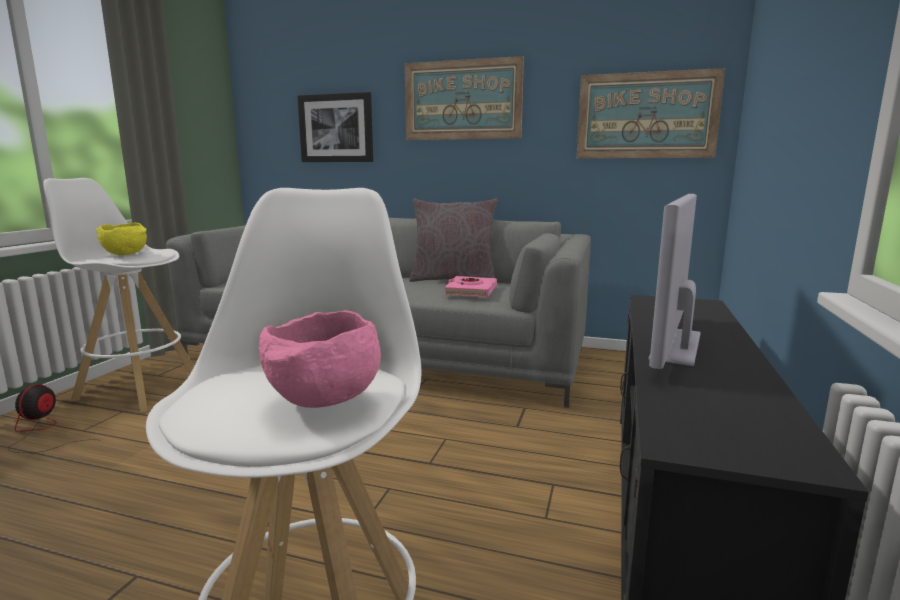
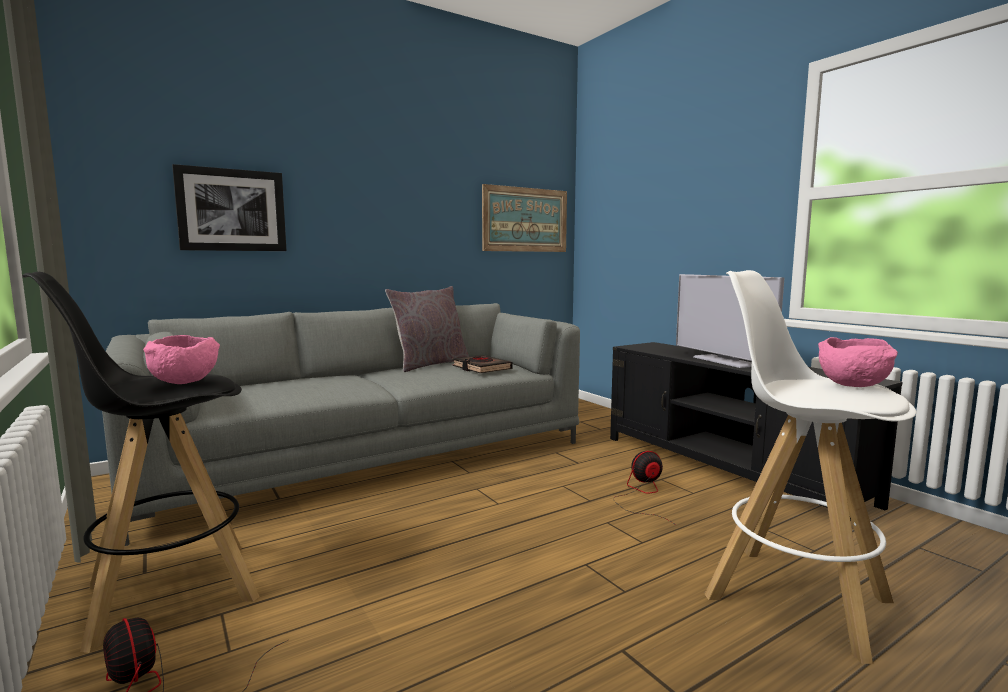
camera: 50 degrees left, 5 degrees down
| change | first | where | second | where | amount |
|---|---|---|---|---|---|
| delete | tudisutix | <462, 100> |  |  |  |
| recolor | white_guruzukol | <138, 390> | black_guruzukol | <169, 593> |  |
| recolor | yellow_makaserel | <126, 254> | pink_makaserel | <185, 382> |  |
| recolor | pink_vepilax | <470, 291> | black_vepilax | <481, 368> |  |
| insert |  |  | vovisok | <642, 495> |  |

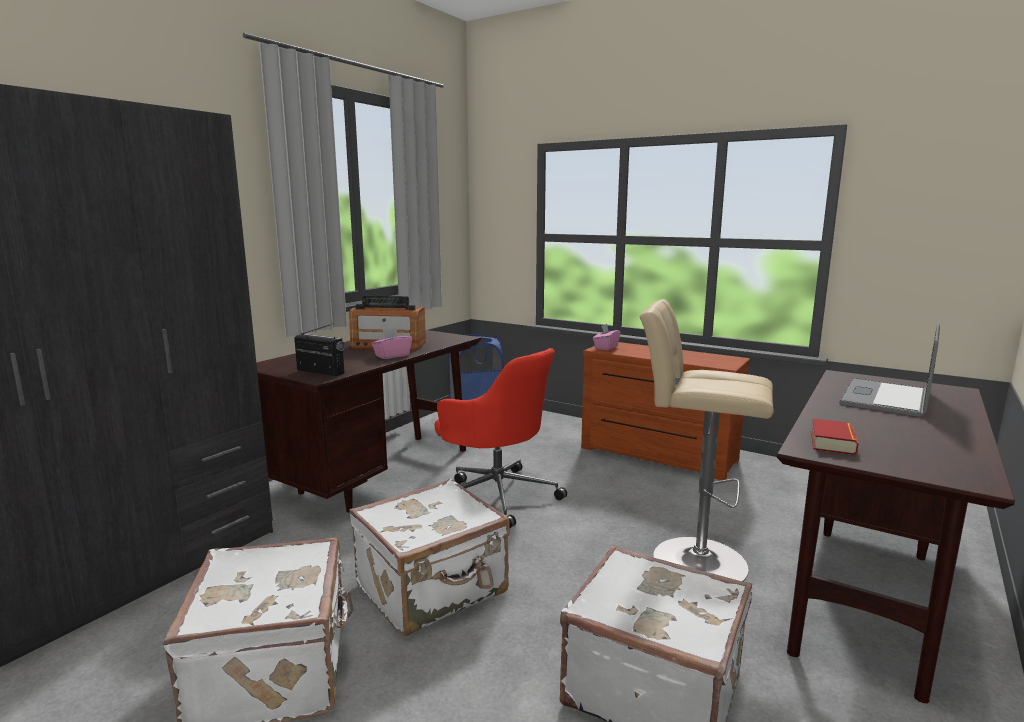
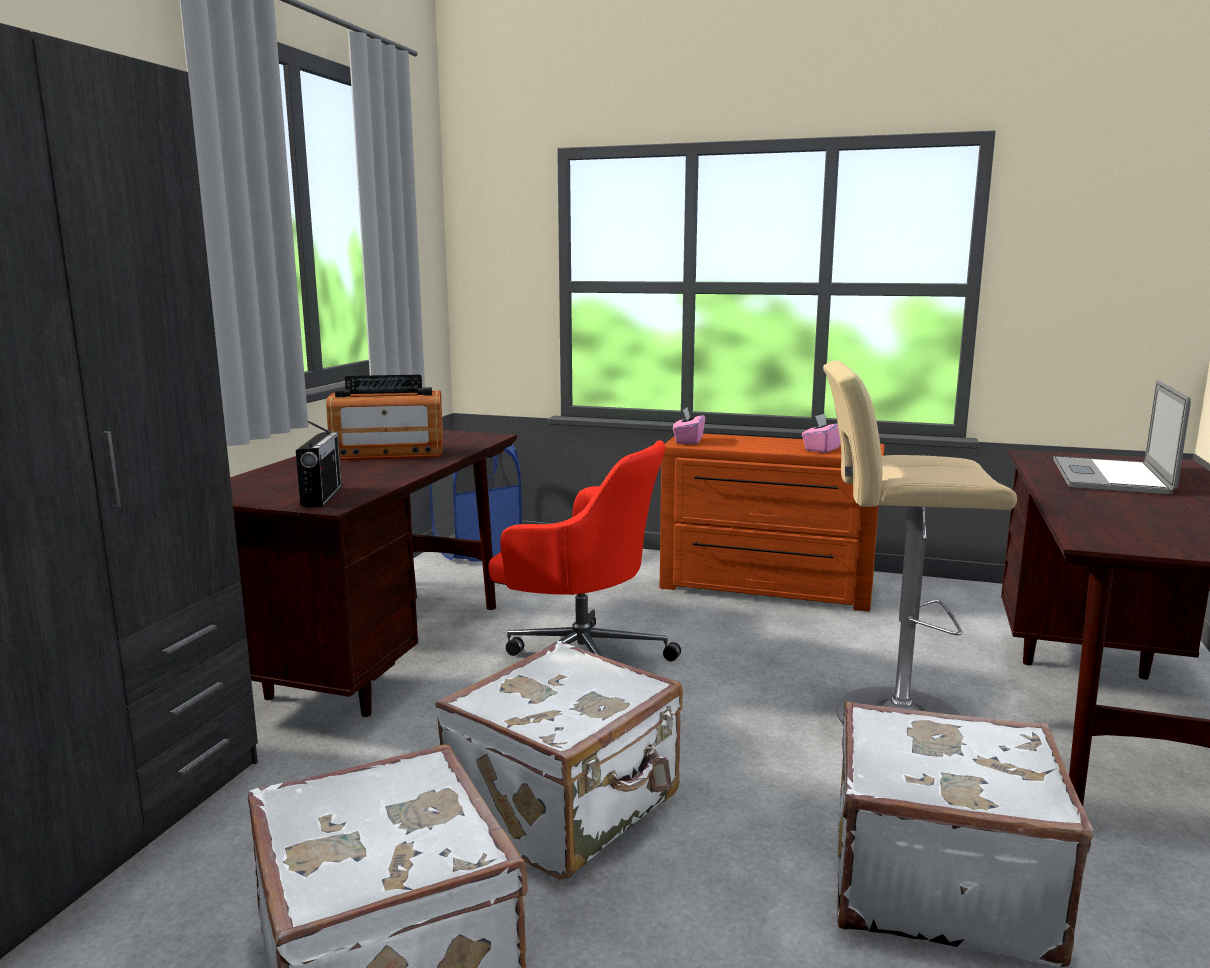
camera: 15 degrees left, 0 degrees up
| change | first | where | second | where | amount |
|---|---|---|---|---|---|
| rotate | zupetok | <320, 372> |  | <322, 496> | 75 degrees clockwise |
| move | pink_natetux | <392, 356> |  | <822, 449> |  |
| delete | vepilax | <832, 442> |  |  |  |

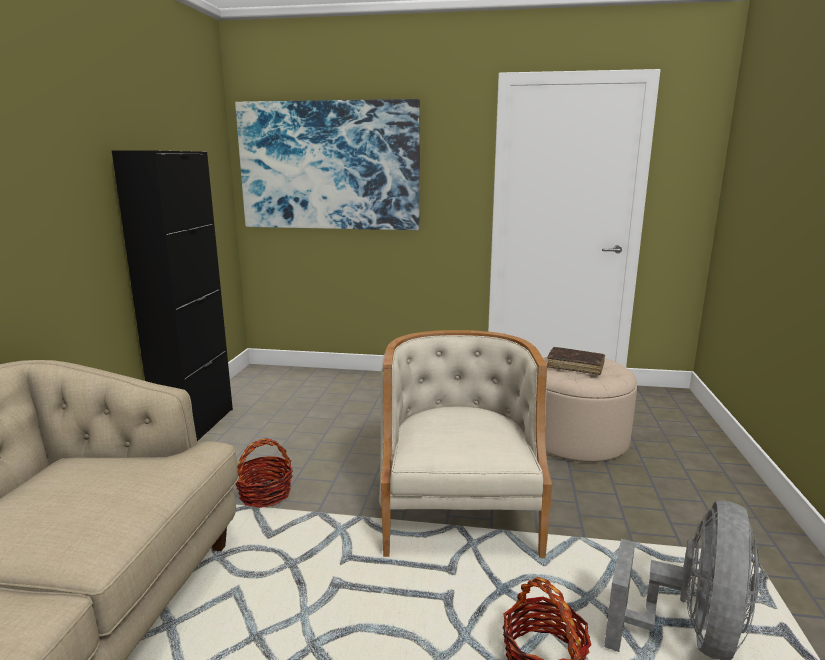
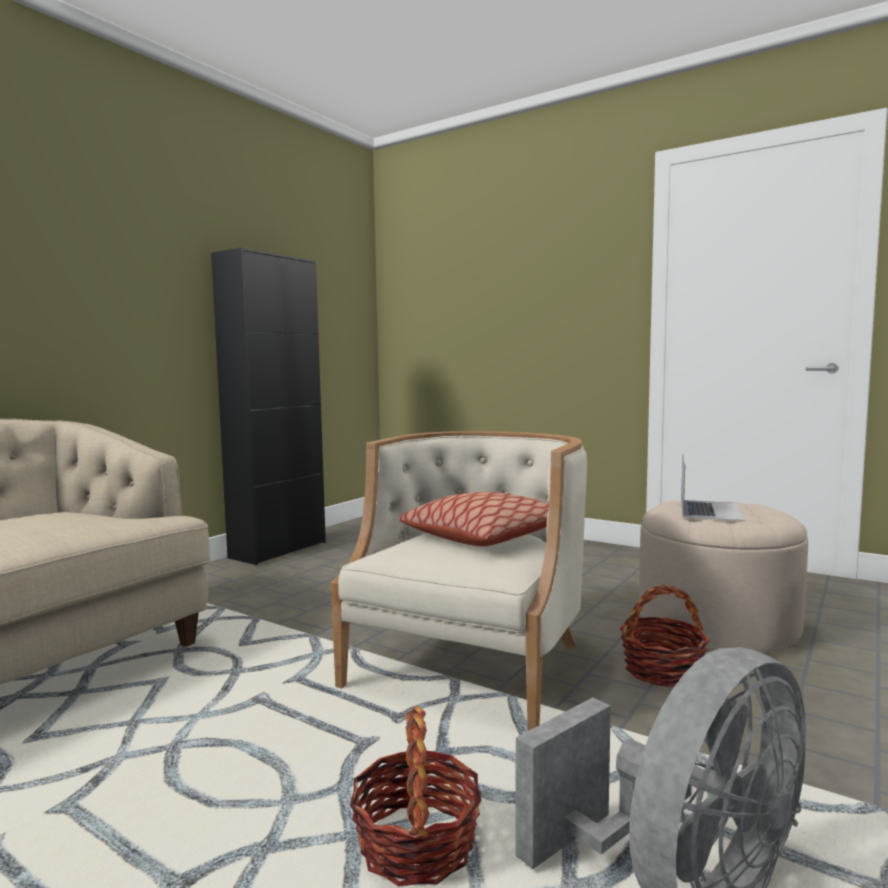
camera: 25 degrees right, 10 degrees down
| change | first | where | second | where | amount |
|---|---|---|---|---|---|
| delete | tudisutix | <329, 166> |  |  |  |
| replace | brown_vepilax | <575, 366> | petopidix | <710, 510> |  |
| move | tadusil | <265, 494> |  | <662, 671> |  |
| insert |  |  | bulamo | <484, 537> |  |

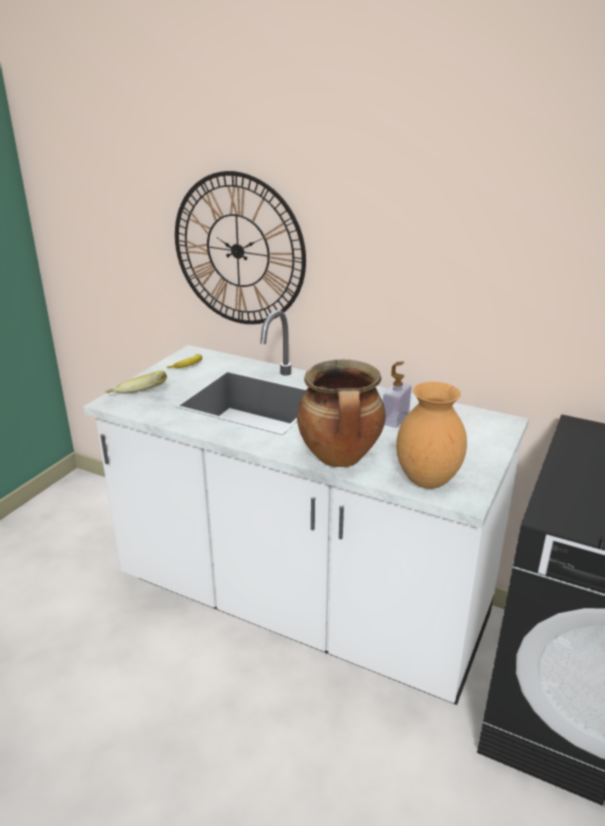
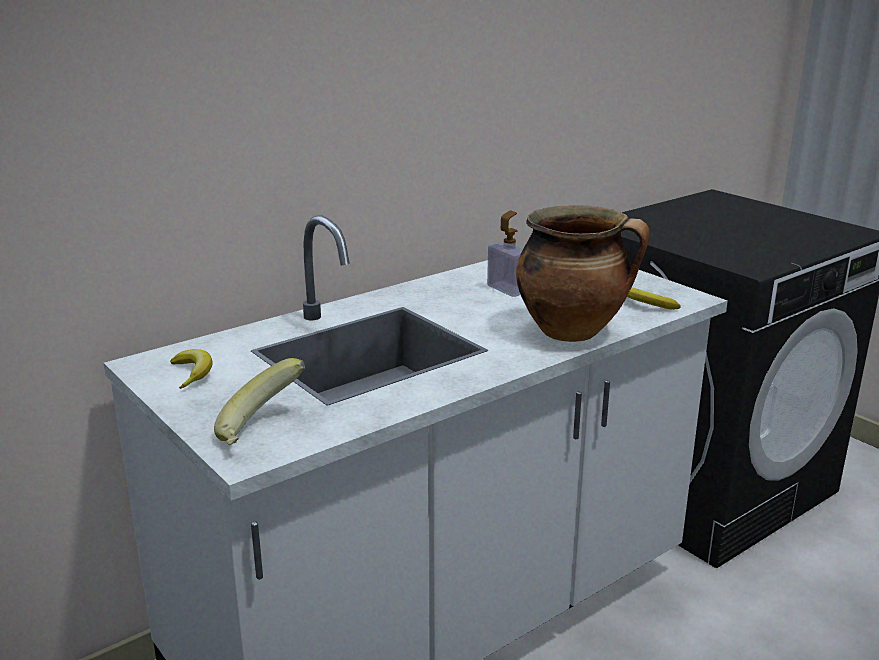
camera: 65 degrees left, 5 degrees down
| change | first | where | second | where | amount |
|---|---|---|---|---|---|
| delete | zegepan | <238, 251> |  |  |  |
| replace | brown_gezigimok | <426, 480> | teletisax | <647, 305> |  |

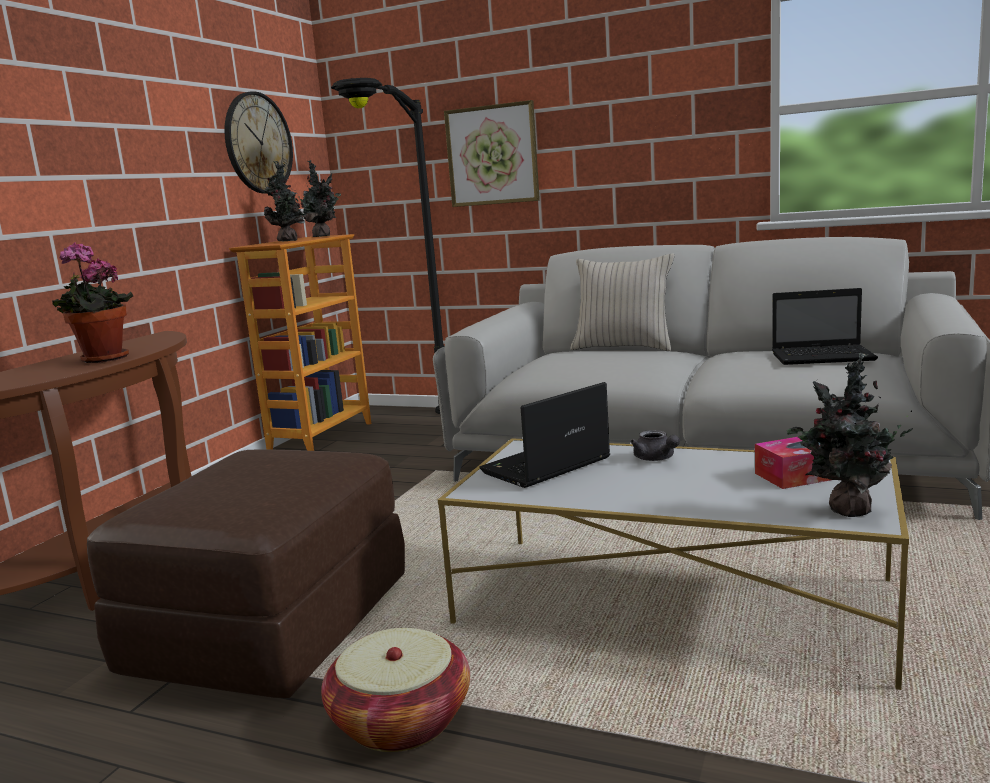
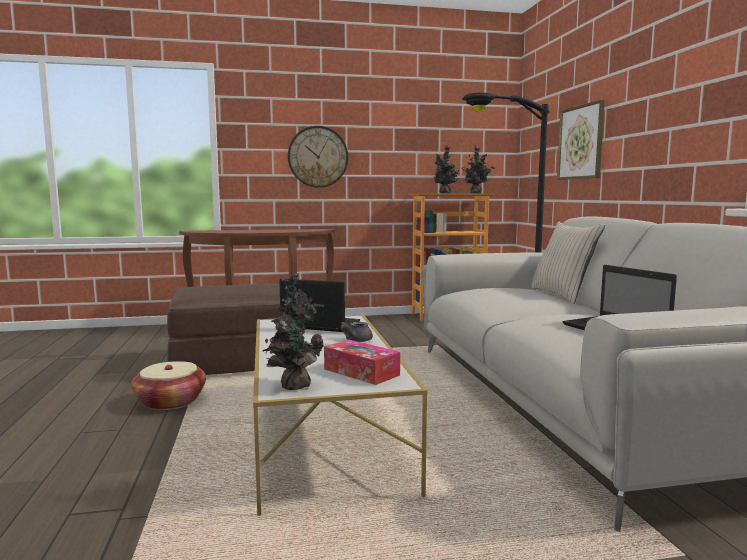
camera: 55 degrees right, 5 degrees down
| change | first | where | second | where | amount |
|---|---|---|---|---|---|
| move | zegepan | <258, 143> |  | <318, 157> |  |
| delete | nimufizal | <102, 360> |  |  |  |

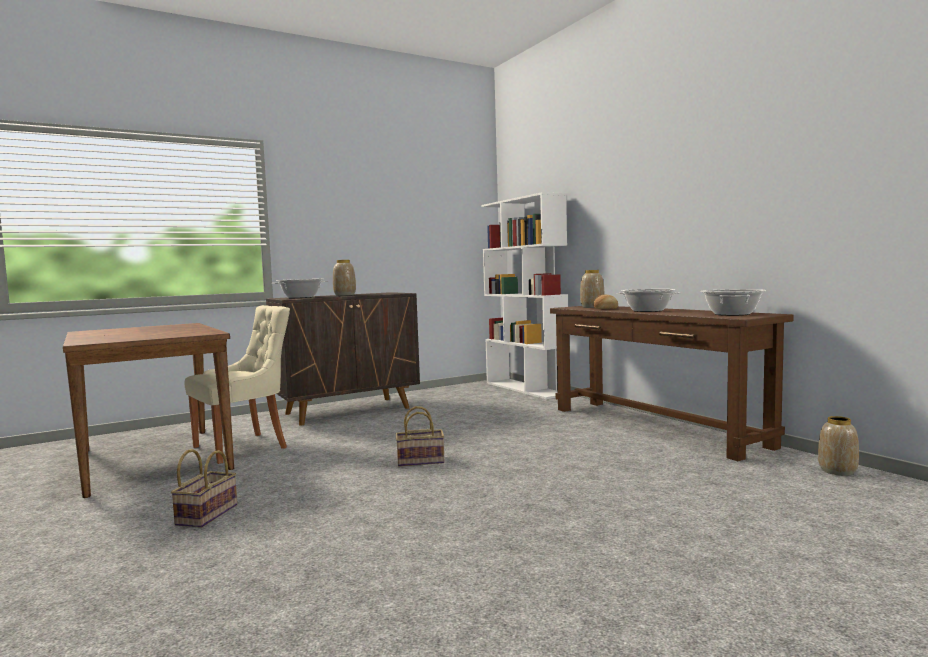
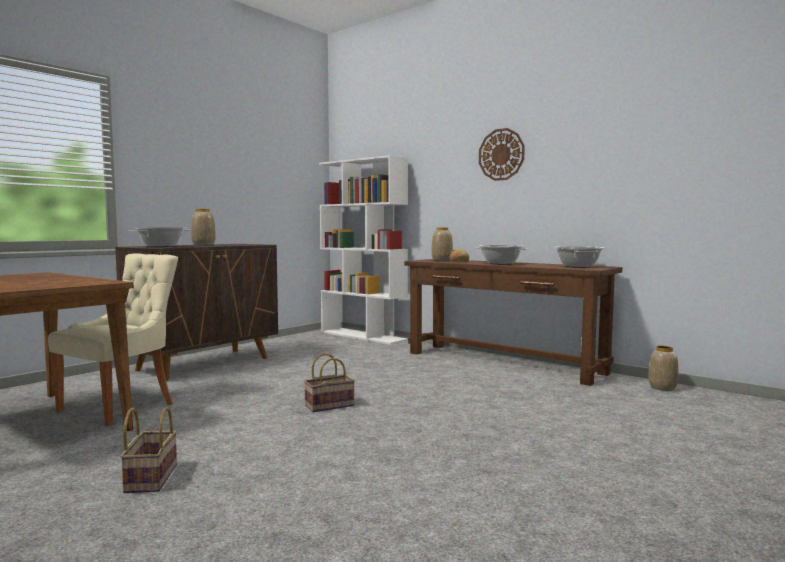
camera: 20 degrees left, 0 degrees up
| change | first | where | second | where | amount |
|---|---|---|---|---|---|
| insert |  |  | zegepan | <501, 154> |  |

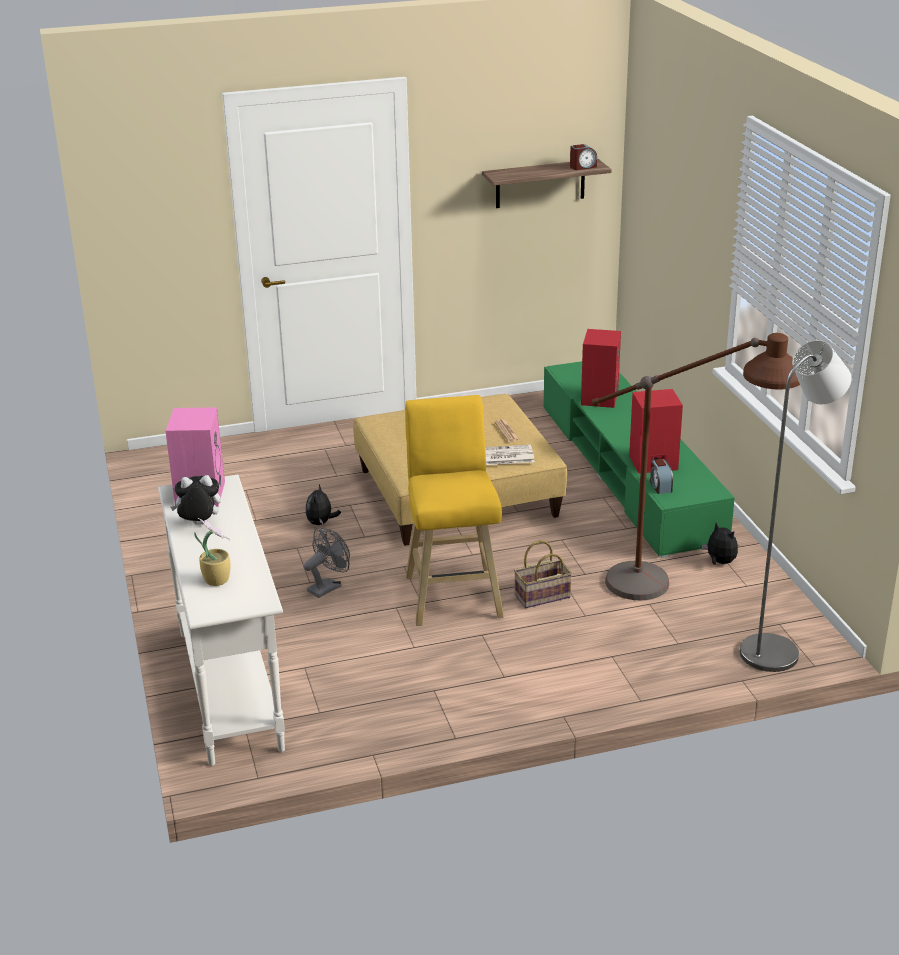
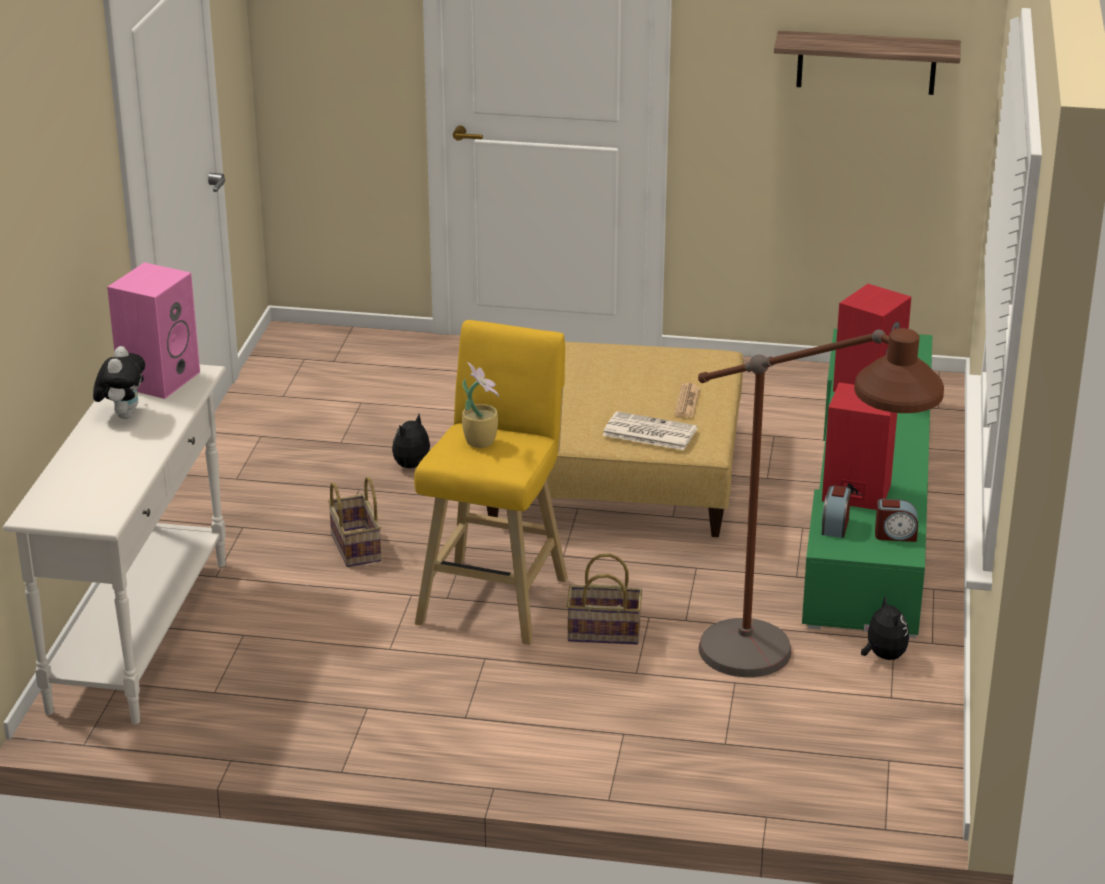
camera: 25 degrees right, 0 degrees up
| change | first | where | second | where | amount |
|---|---|---|---|---|---|
| move | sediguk | <582, 167> |  | <895, 535> |  |
| delete | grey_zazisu | <777, 649> |  |  |  |
| rotate | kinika | <199, 525> |  | <123, 415> | 75 degrees clockwise |
| move | nimufizal | <217, 579> |  | <480, 441> |  |
| replace | grey_vovisok | <328, 587> | tadusil | <354, 547> |  |

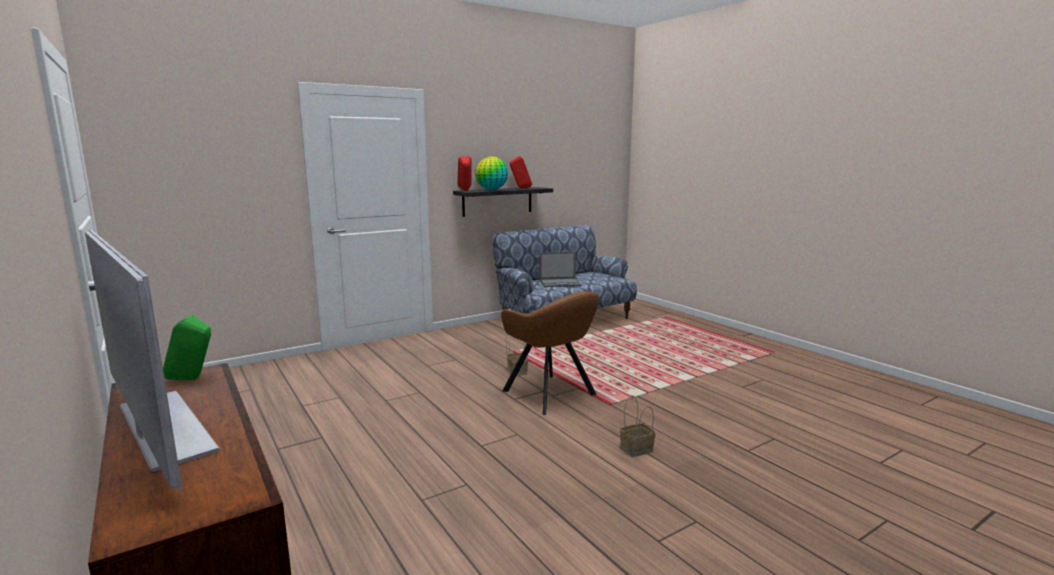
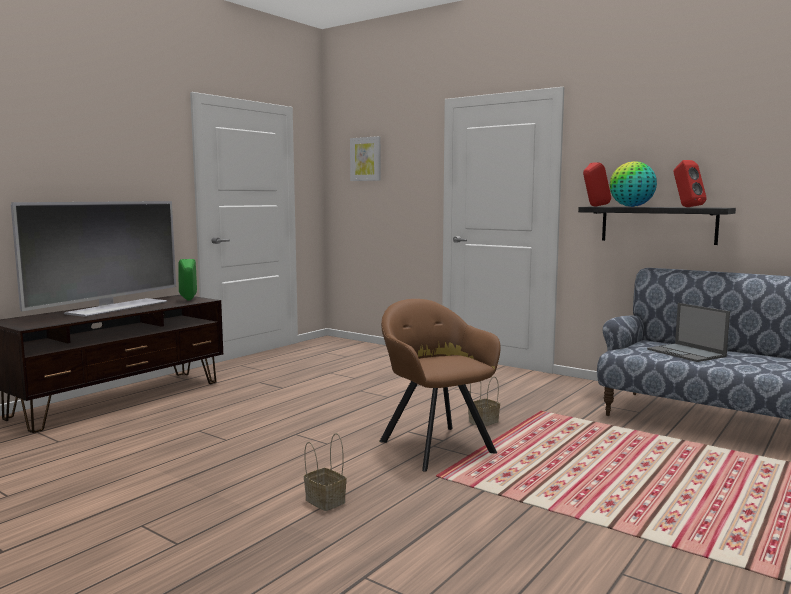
camera: 70 degrees right, 5 degrees down
| change | first | where | second | where | amount |
|---|---|---|---|---|---|
| rotate | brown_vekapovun | <551, 395> |  | <435, 445> | 120 degrees clockwise |
| insert |  |  | tudisutix | <366, 159> |  |

